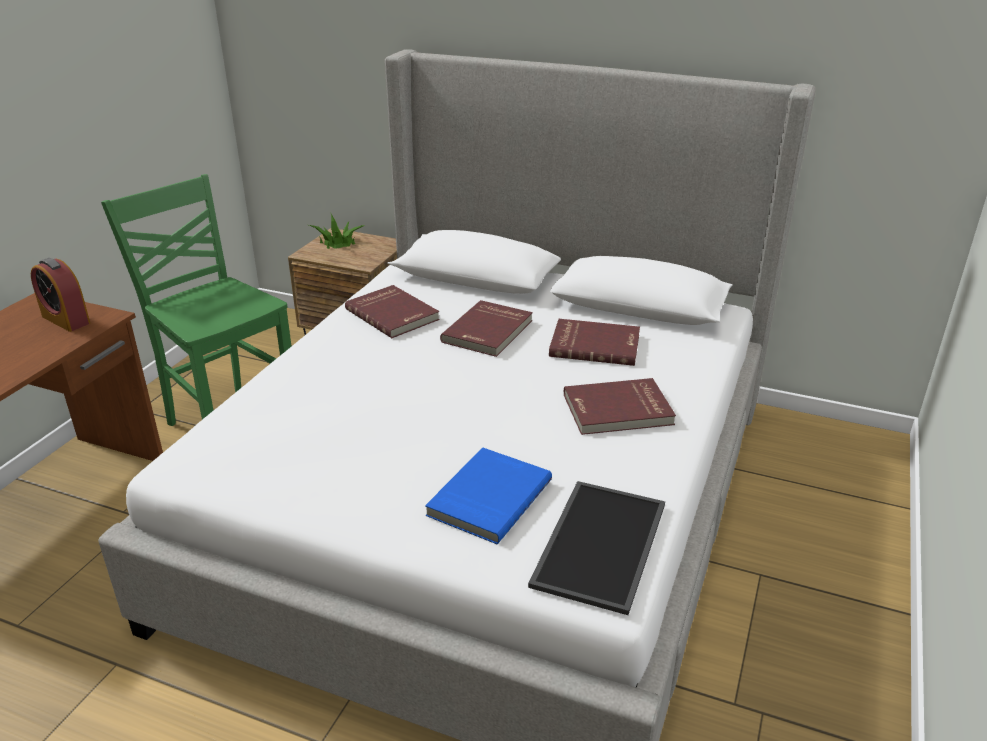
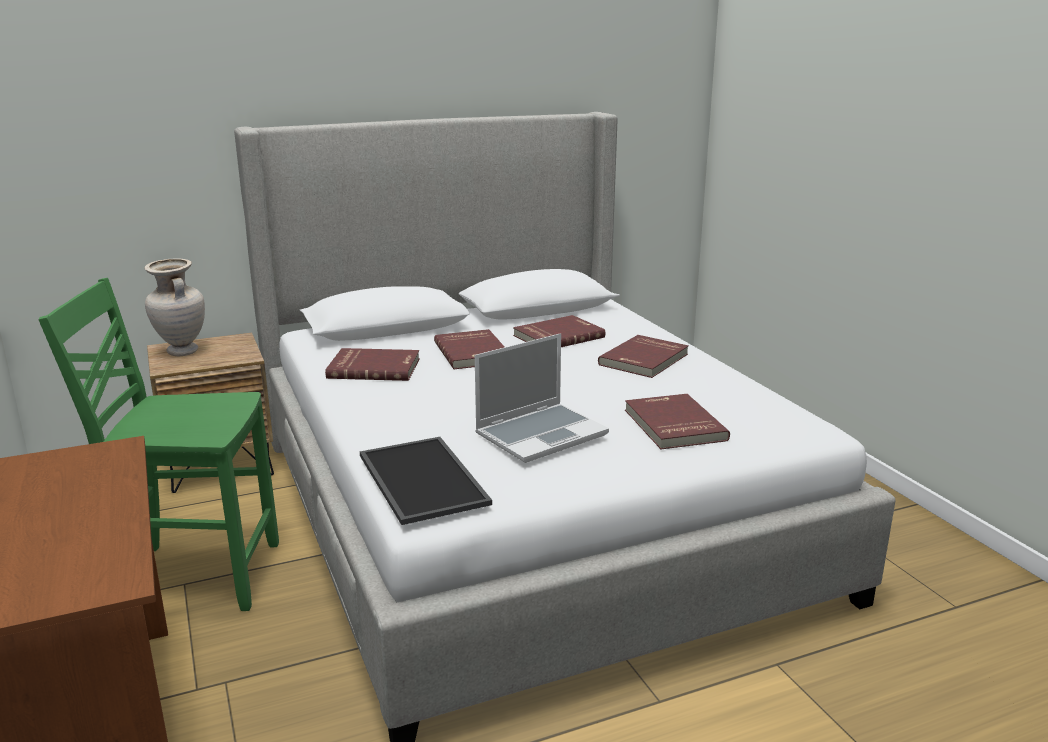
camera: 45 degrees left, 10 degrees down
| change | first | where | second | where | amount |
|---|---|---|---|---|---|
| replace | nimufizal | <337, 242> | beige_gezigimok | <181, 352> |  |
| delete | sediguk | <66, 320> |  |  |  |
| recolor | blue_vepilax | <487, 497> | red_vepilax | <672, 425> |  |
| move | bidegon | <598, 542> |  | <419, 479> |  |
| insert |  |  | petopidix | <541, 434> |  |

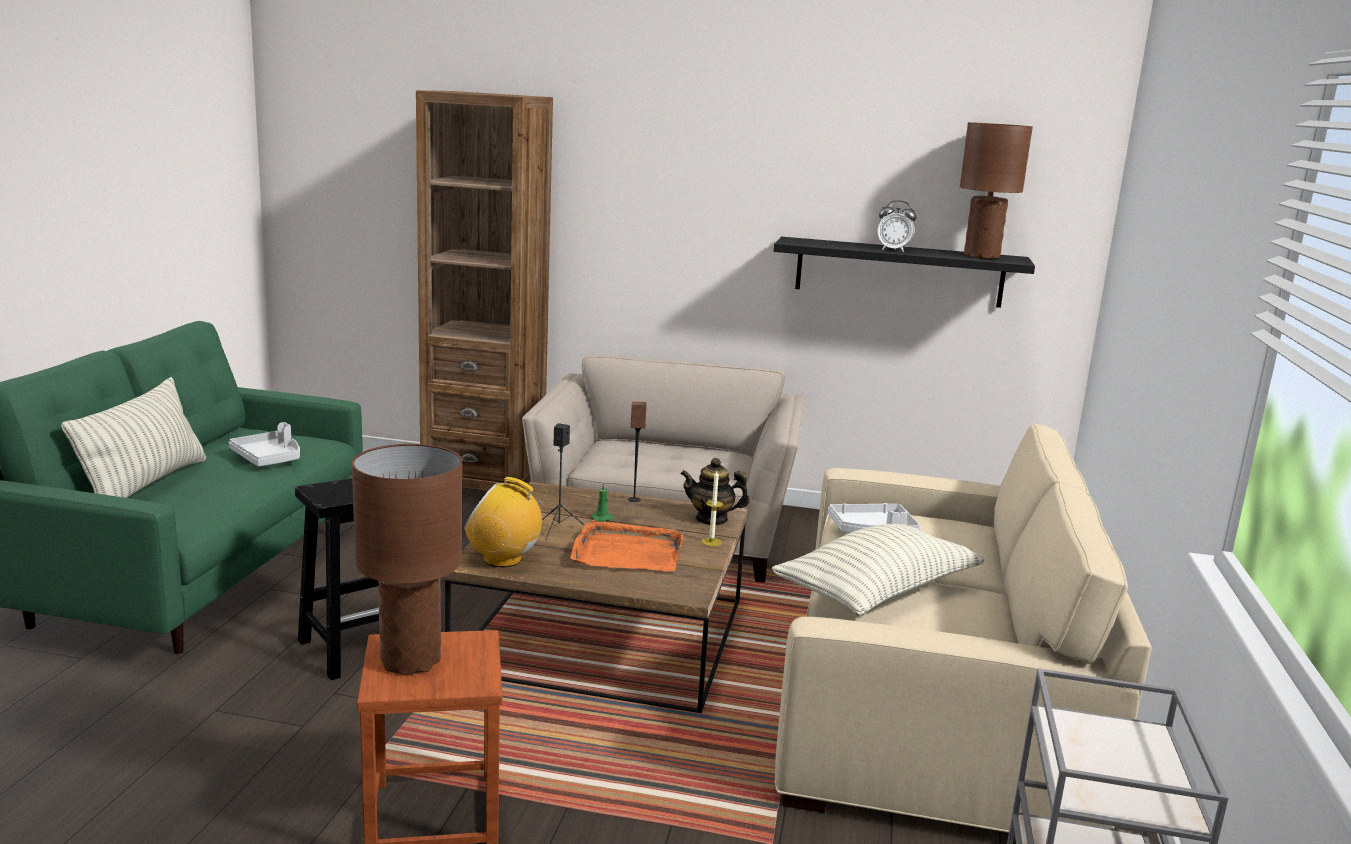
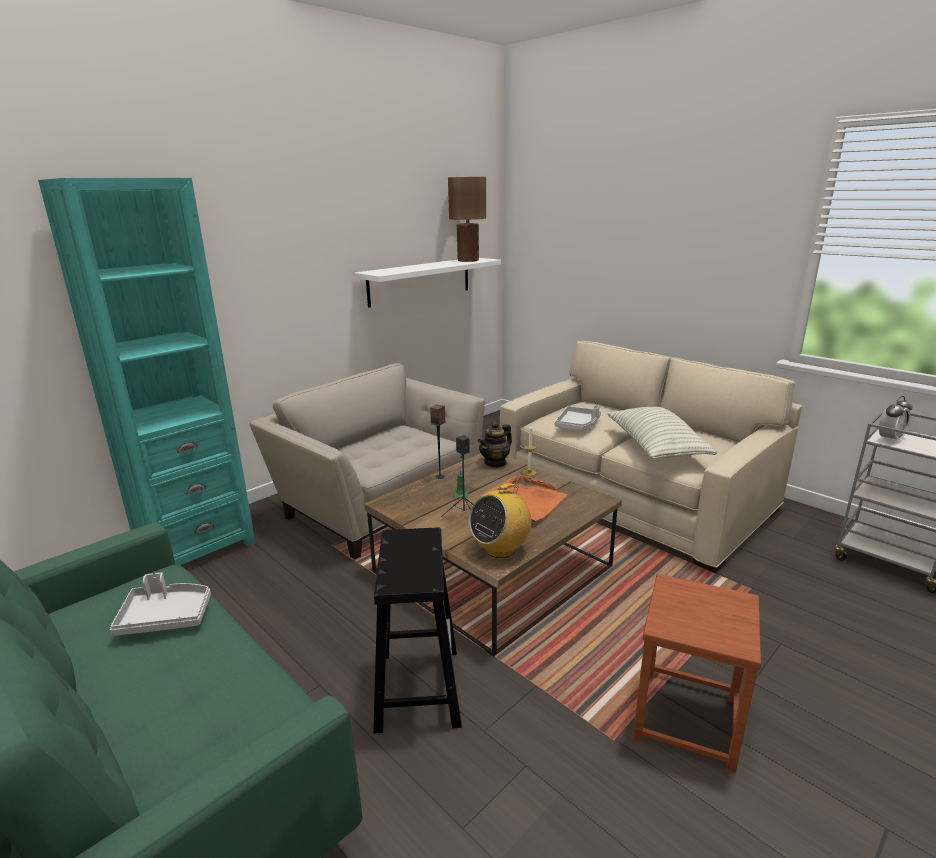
camera: 55 degrees left, 5 degrees up
| change | first | where | second | where | amount |
|---|---|---|---|---|---|
| recolor | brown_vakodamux | <484, 484> | turquoise_vakodamux | <196, 546> |  |
| move | sediguk | <893, 250> |  | <890, 439> |  |
| recolor | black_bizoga | <899, 272> | white_bizoga | <420, 281> |  |
| delete | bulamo | <145, 486> |  |  |  |
| delete | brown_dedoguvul | <411, 661> |  |  |  |

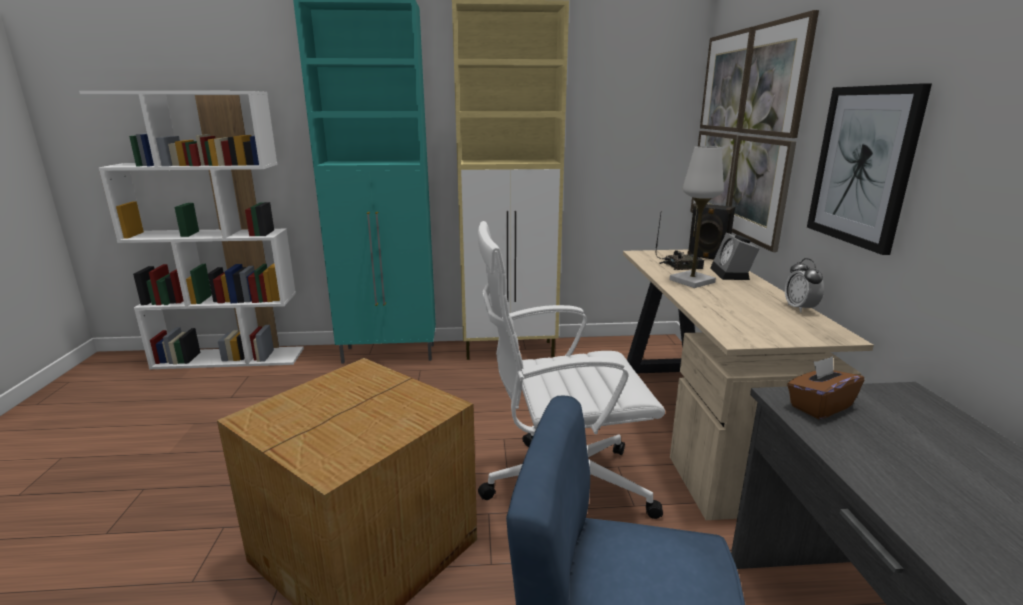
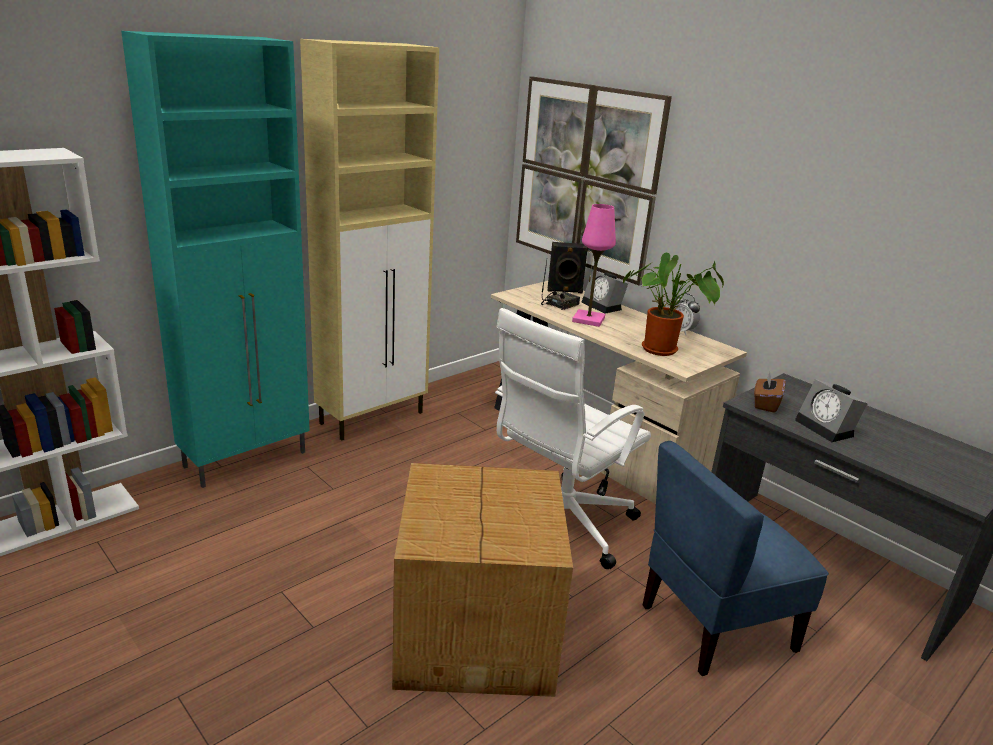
camera: 40 degrees left, 5 degrees up
| change | first | where | second | where | amount |
|---|---|---|---|---|---|
| delete | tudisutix | <863, 166> |  |  |  |
| recolor | white_dedoguvul | <691, 281> | pink_dedoguvul | <588, 320> |  |
| insert |  |  | nimufizal | <663, 350> |  |
| insert |  |  | sediguk | <827, 428> |  |

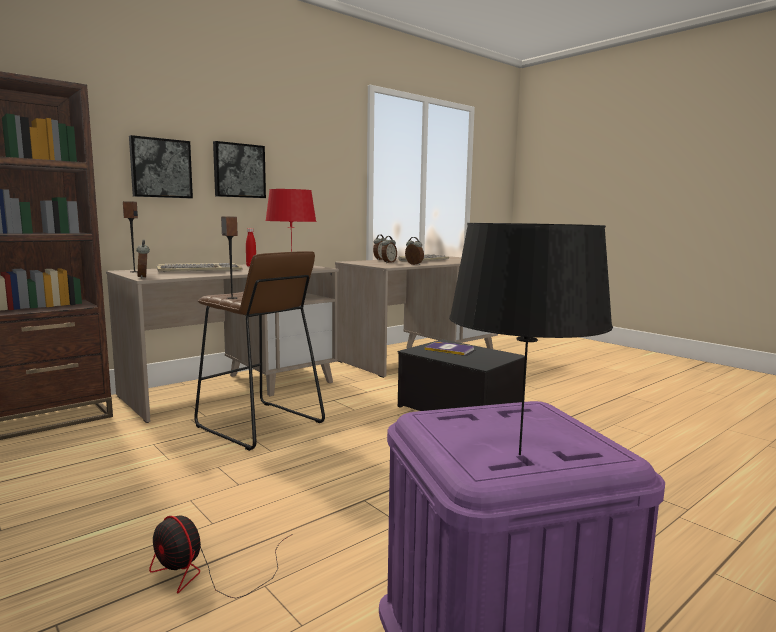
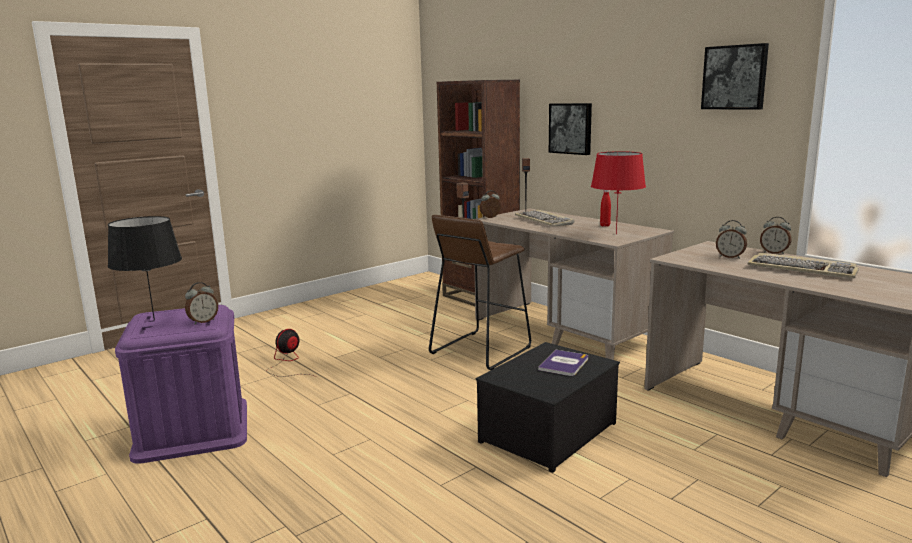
camera: 90 degrees right, 5 degrees up
| change | first | where | second | where | amount |
|---|---|---|---|---|---|
| move | tudisutix | <238, 170> |  | <735, 77> |  |
| move | sediguk | <413, 264> |  | <203, 321> |  |

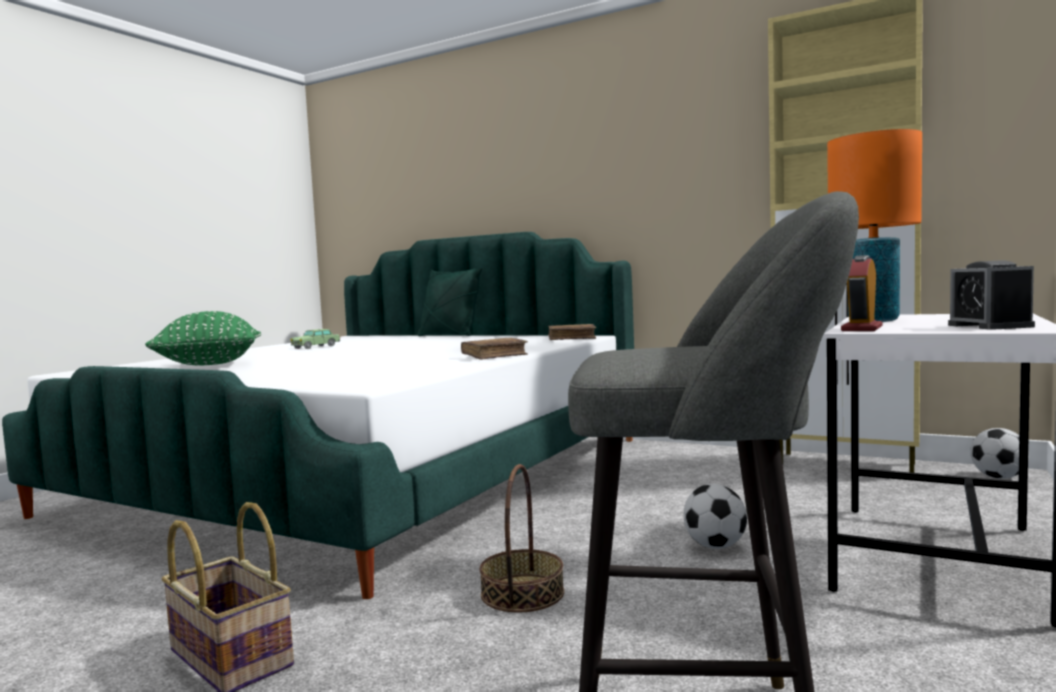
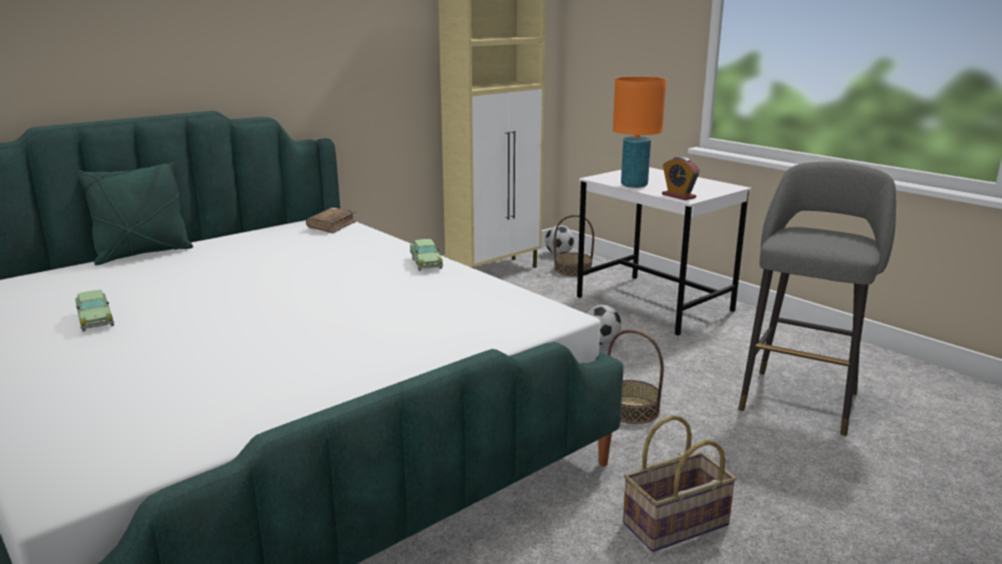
camera: 70 degrees left, 15 degrees up
| change | first | where | second | where | amount |
|---|---|---|---|---|---|
| delete | sediguk | <989, 326> |  |  |  |
| delete | green_bulamo | <209, 365> |  |  |  |
| replace | brown_vepilax | <494, 356> | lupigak | <426, 263> |  |
| insert |  |  | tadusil | <573, 270> |  |

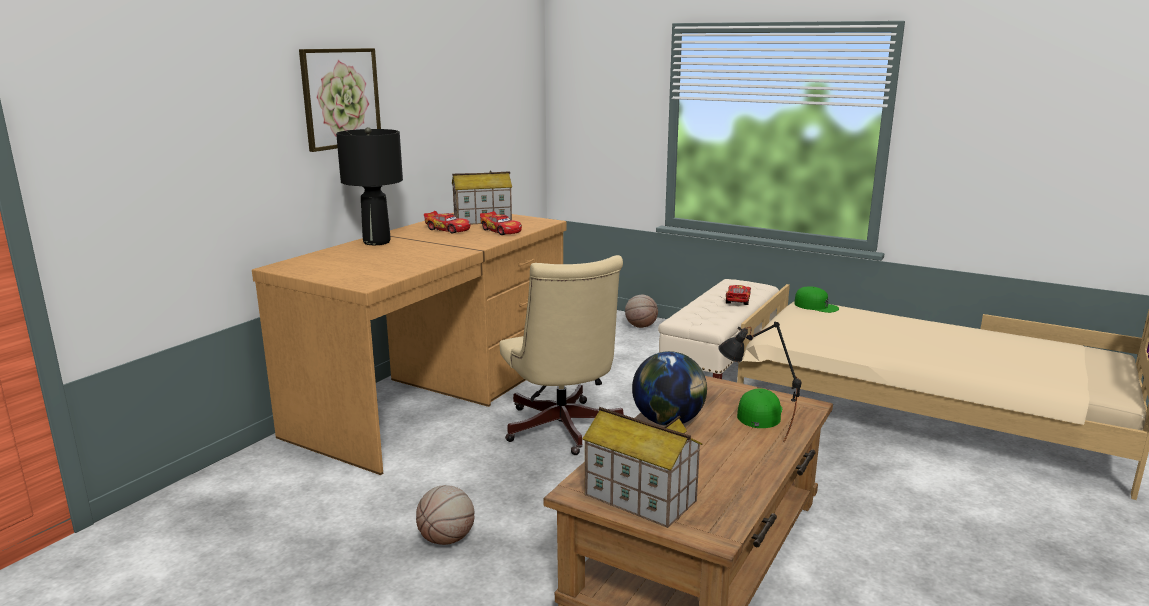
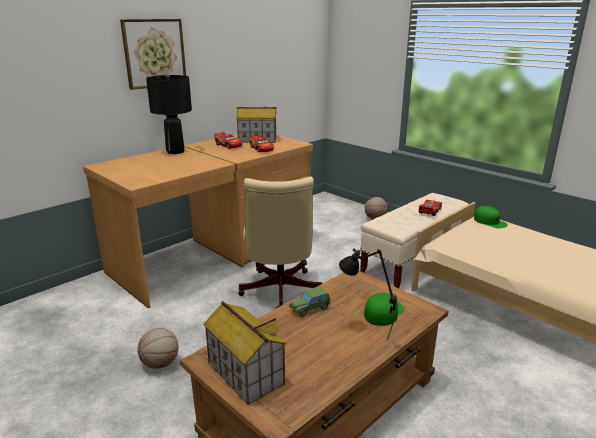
camera: 15 degrees right, 5 degrees up
| change | first | where | second | where | amount |
|---|---|---|---|---|---|
| replace | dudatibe | <668, 421> | lupigak | <310, 308> |  |

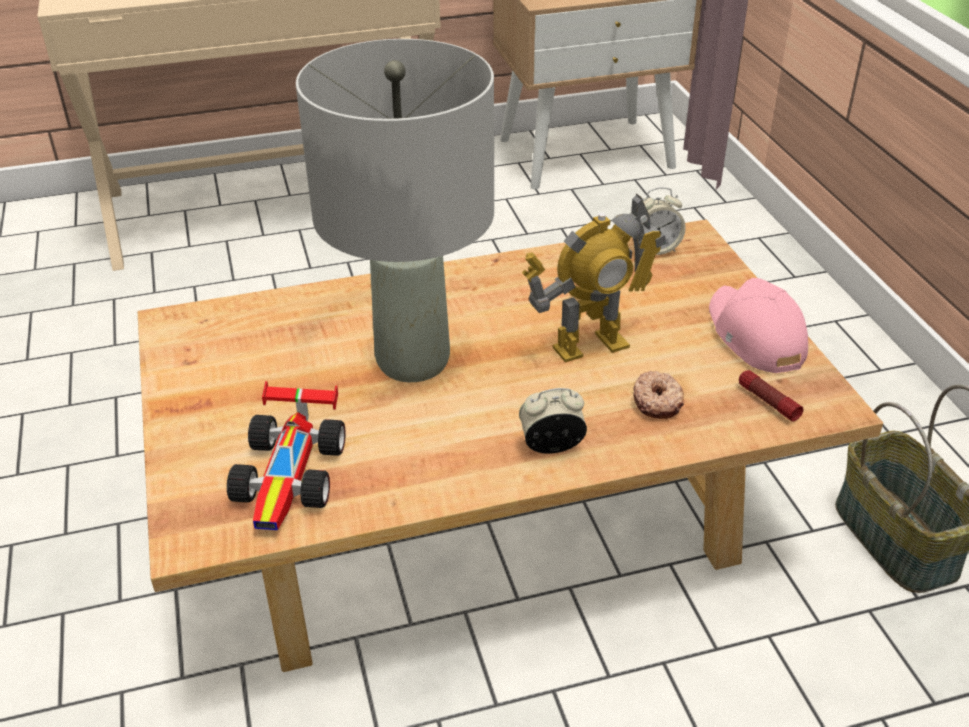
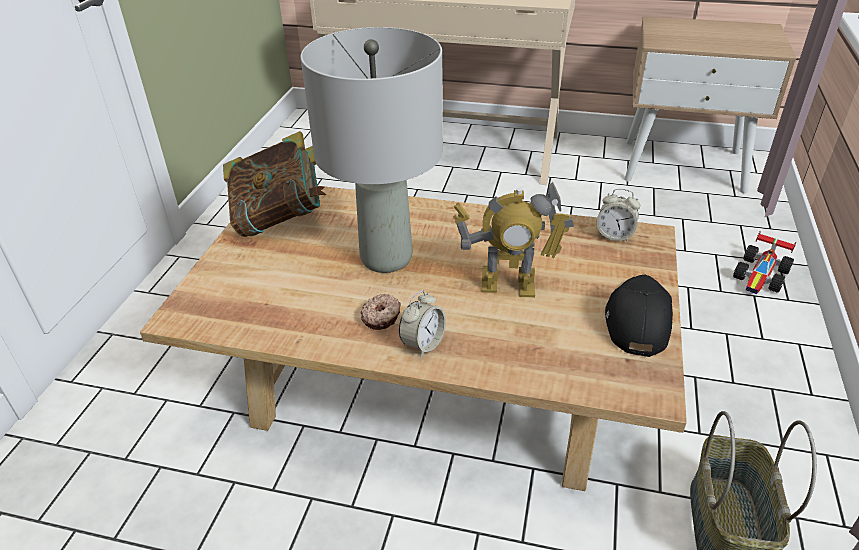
camera: 30 degrees right, 0 degrees up
| change | first | where | second | where | amount |
|---|---|---|---|---|---|
| recolor | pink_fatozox | <754, 336> | black_fatozox | <636, 321> |  |
| delete | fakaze | <768, 402> |  |  |  |
| move | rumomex | <658, 402> |  | <382, 317> |  |
| move | lupigak | <293, 474> |  | <762, 275> |  |
| rotate | sediguk | <551, 446> |  | <423, 344> | 105 degrees clockwise |
| insert |  |  | vepilax | <280, 219> |  |

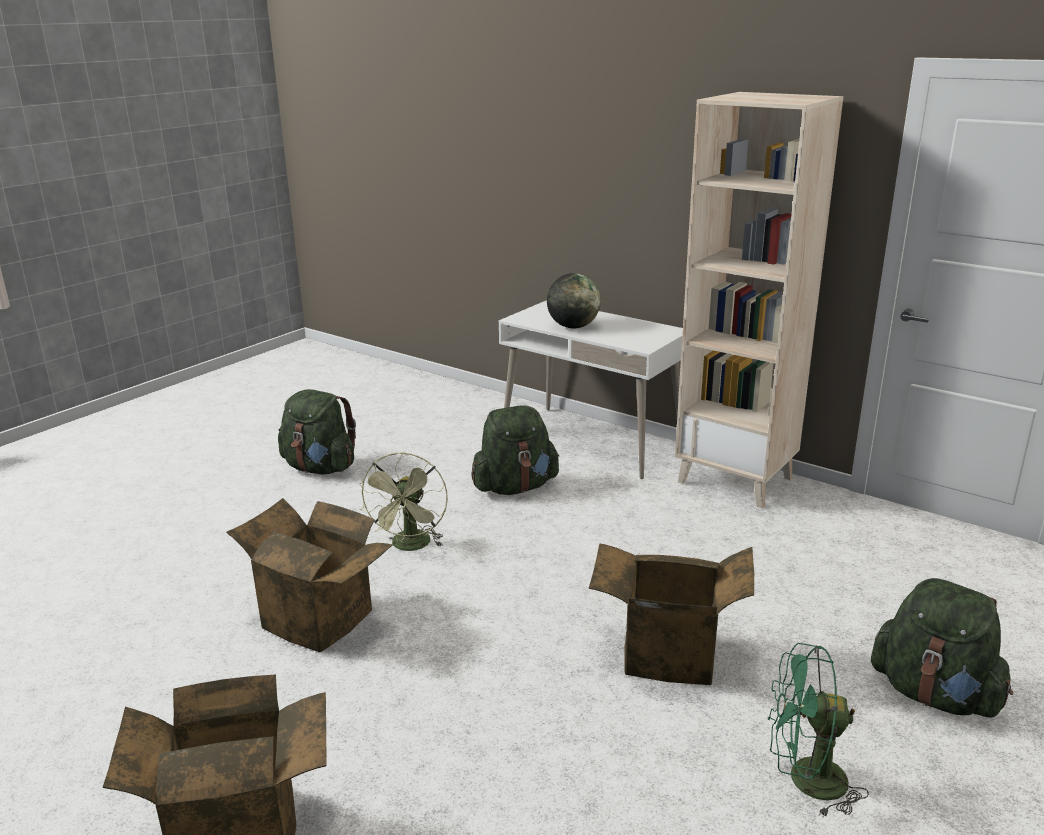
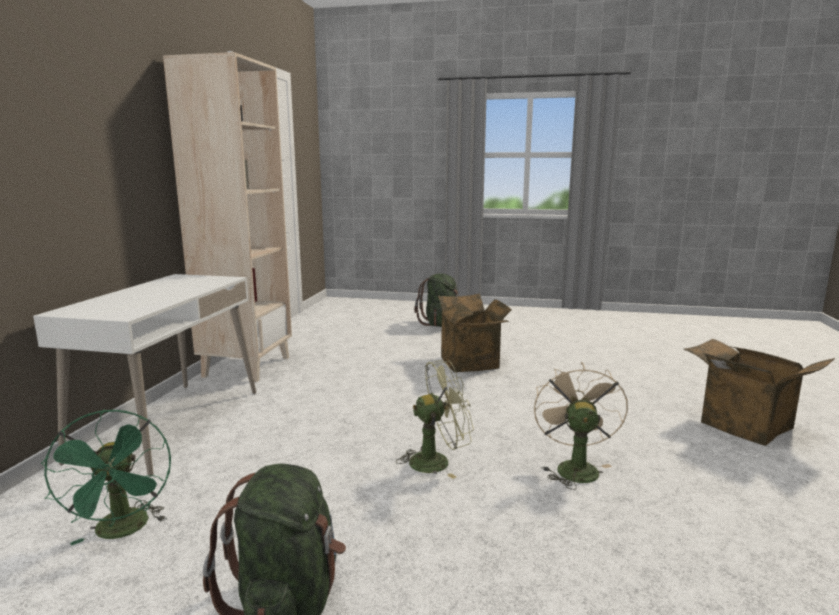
camera: 115 degrees left, 10 degrees down
| change | first | where | second | where | amount |
|---|---|---|---|---|---|
| delete | dudatibe | <573, 327> |  |  |  |
| delete | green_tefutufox | <515, 487> |  |  |  |
| replace | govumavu | <322, 617> | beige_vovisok | <574, 467> |  |
| move | green_vovisok | <805, 781> |  | <123, 531> |  |

